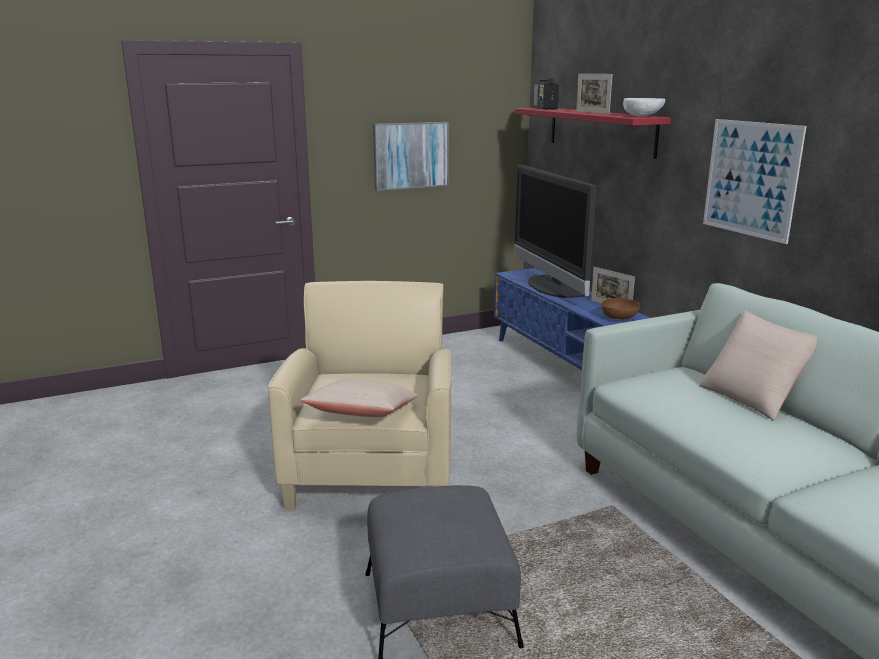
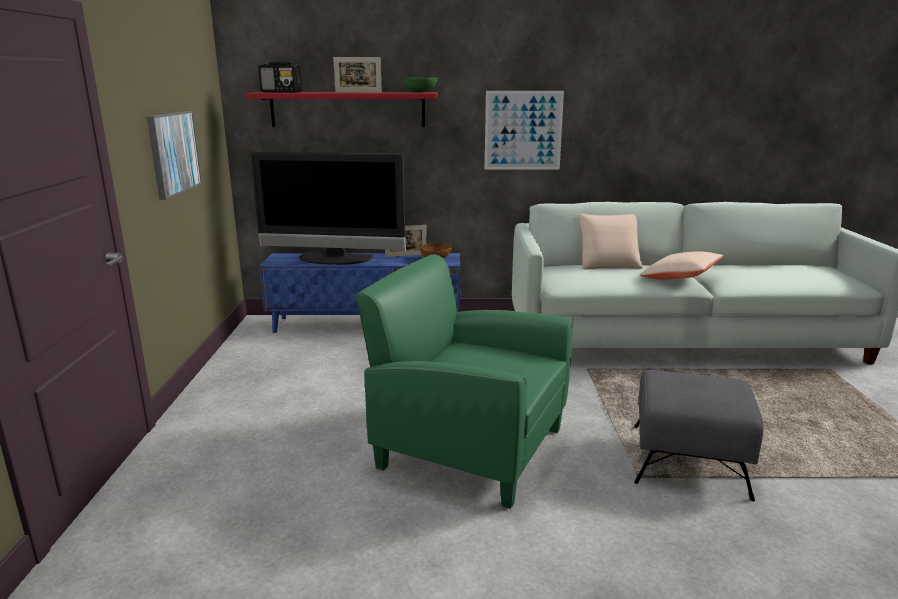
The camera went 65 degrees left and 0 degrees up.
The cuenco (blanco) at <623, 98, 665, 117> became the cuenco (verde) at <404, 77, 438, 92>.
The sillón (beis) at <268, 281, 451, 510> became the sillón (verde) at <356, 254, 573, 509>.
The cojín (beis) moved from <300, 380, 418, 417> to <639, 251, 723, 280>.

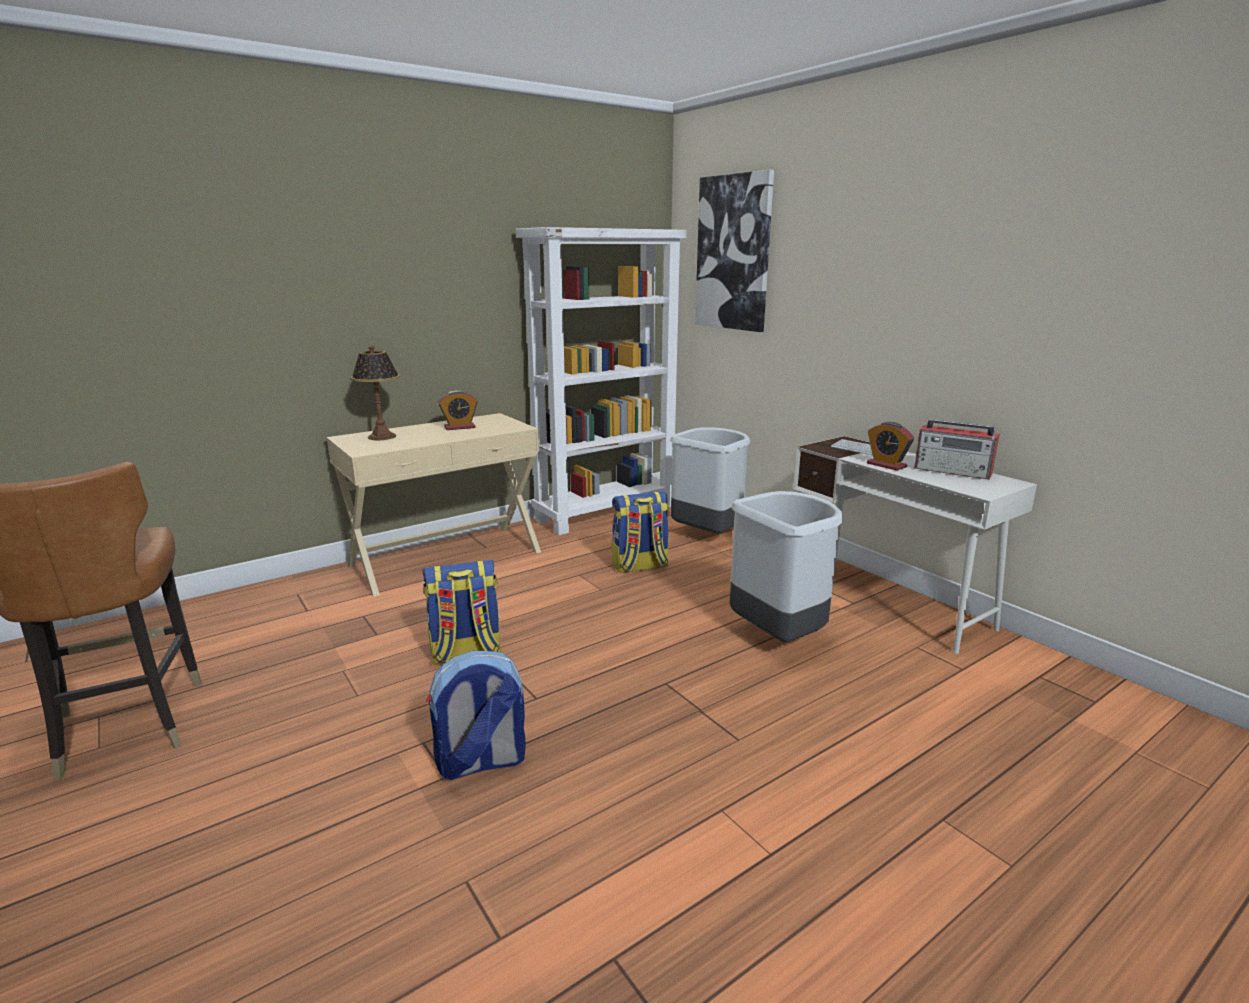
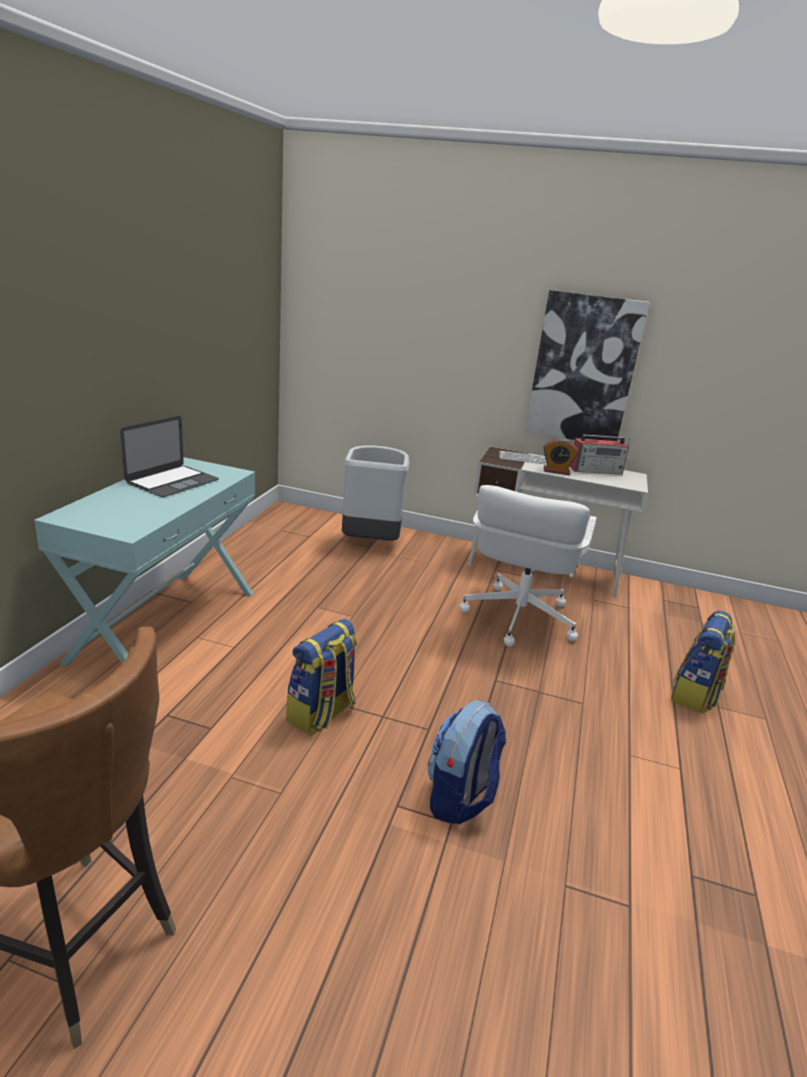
The camera went 40 degrees left and 5 degrees up.
The cuadro moved from <695, 170, 774, 332> to <525, 290, 650, 441>.
The estantería (blanco) at <515, 227, 687, 535> disappeared.
The lámpara de mesa at <350, 345, 400, 440> disappeared.
The despertador at <438, 390, 477, 430> was replaced by the portátil at <120, 416, 219, 497>.
The mesa consola (beis) at <326, 413, 541, 597> became the mesa consola (turquesa) at <34, 457, 255, 666>.
The mochila moved from <612, 491, 669, 573> to <671, 611, 735, 713>.
The papelera (gris) at <729, 491, 843, 642> was replaced by the silla de oficina (blanco) at <460, 485, 597, 647>.

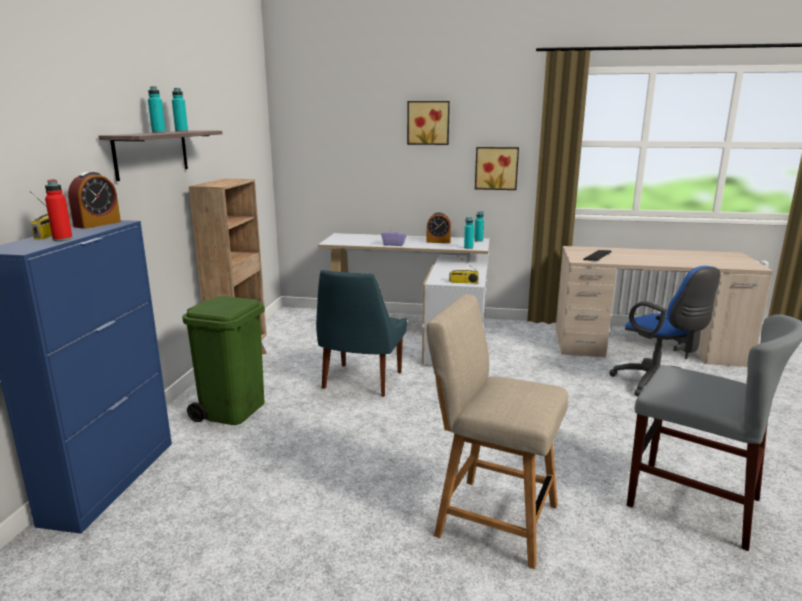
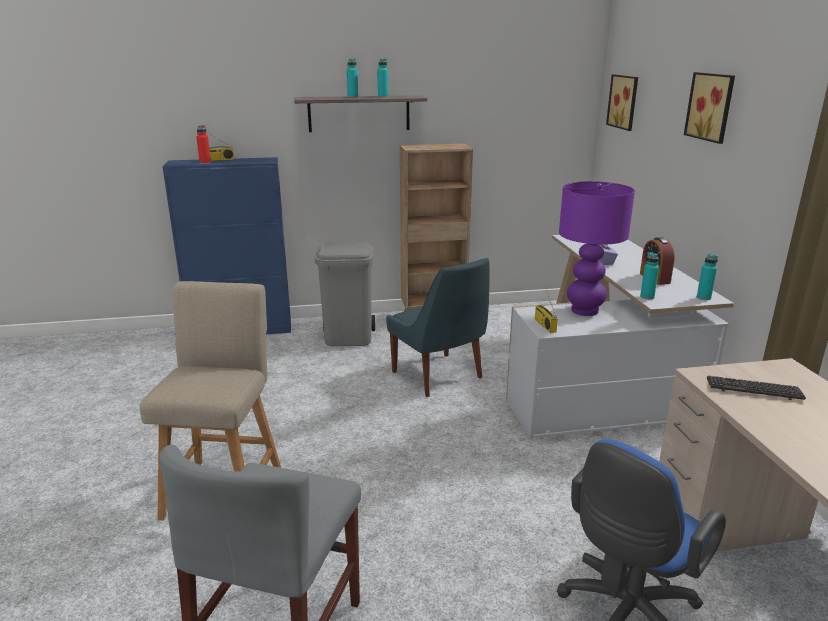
The camera went 70 degrees right and 5 degrees up.
The cuadro moved from <475, 147, 519, 190> to <606, 74, 638, 131>.
The despertador at <68, 172, 121, 229> disappeared.
The silla (azul) at <316, 270, 407, 397> turned 120 degrees counterclockwise.
The papelera (verde) at <182, 296, 265, 425> became the papelera (gris) at <315, 242, 375, 346>.
The lámpara de mesa (morado) at <559, 181, 635, 316> appeared.

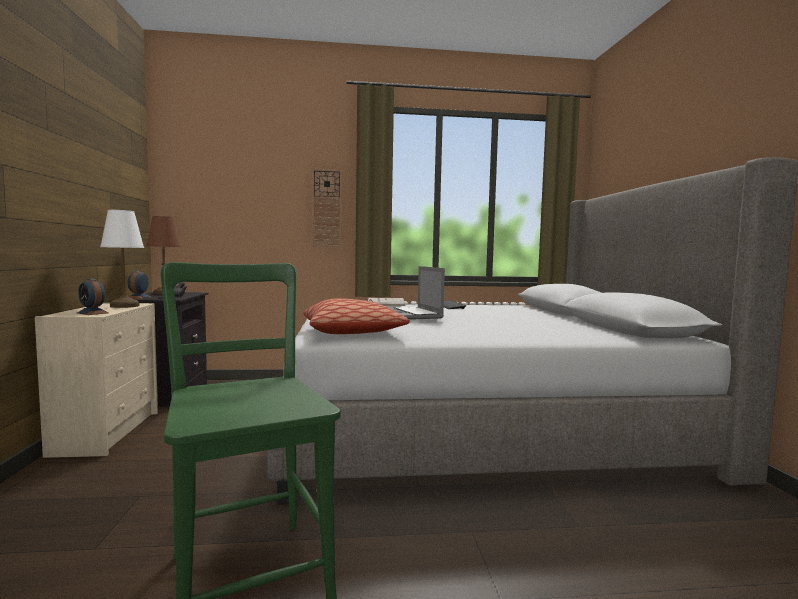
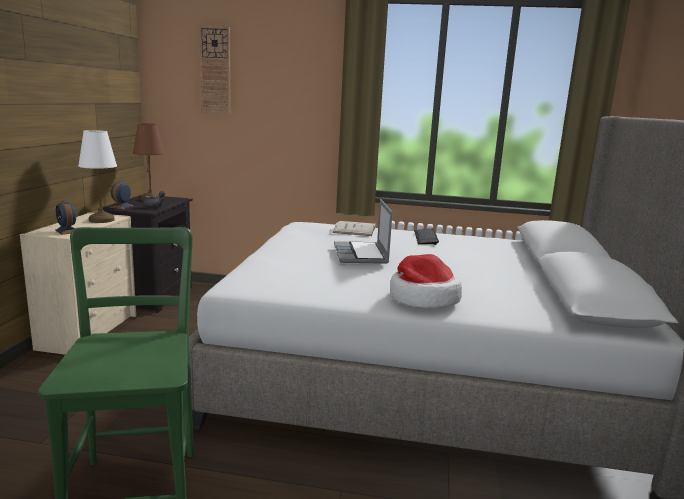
The camera went 15 degrees right and 10 degrees up.
The reloj de pared moved from <312, 169, 342, 247> to <199, 26, 231, 114>.
The cojín at <303, 298, 410, 334> disappeared.
The sombrero at <390, 254, 462, 308> appeared.

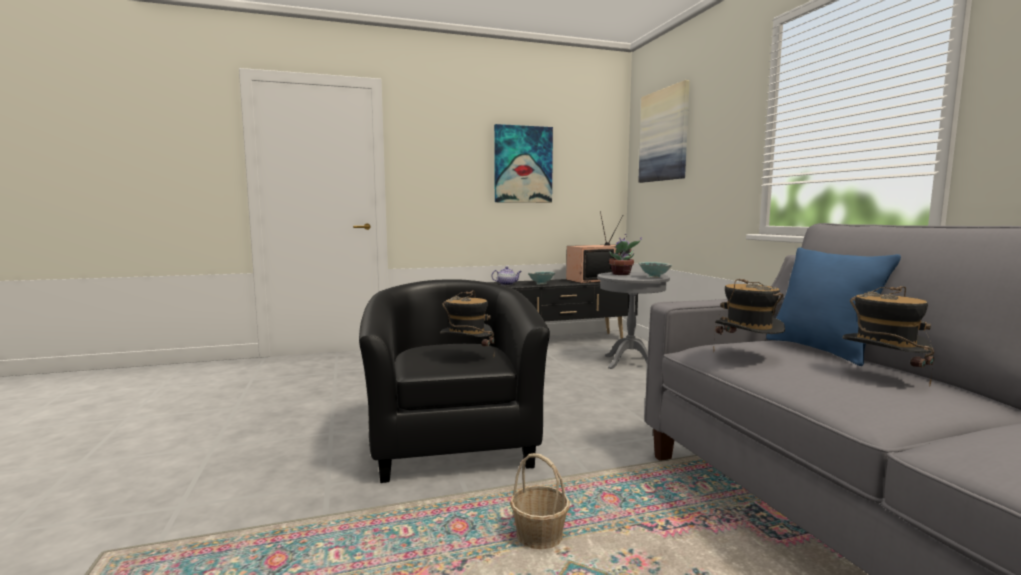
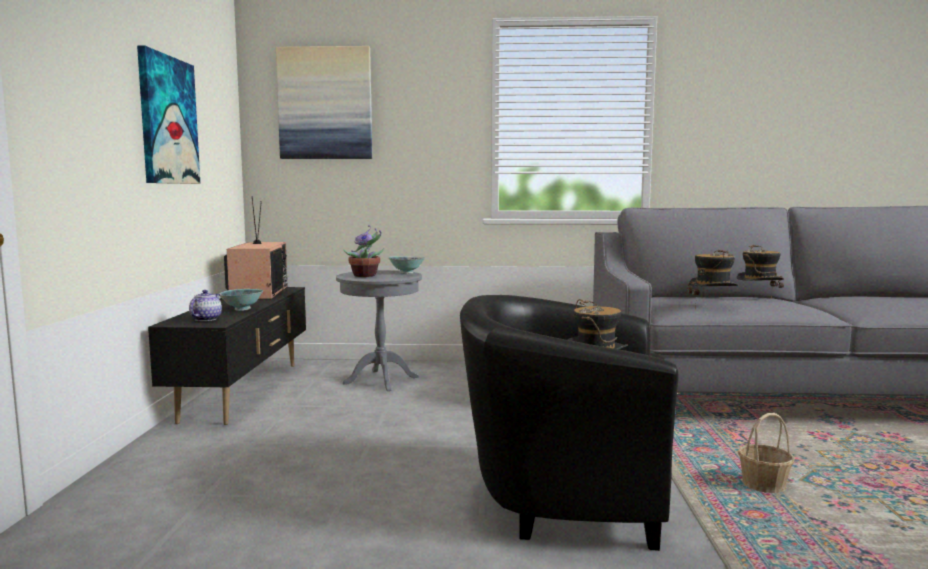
The camera went 70 degrees left and 0 degrees up.
The cojín (azul) at <766, 247, 901, 366> disappeared.

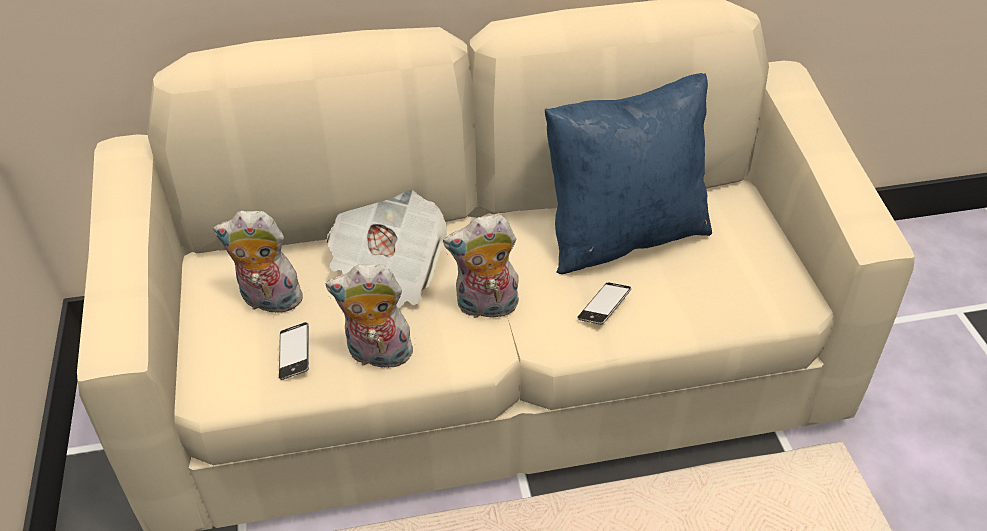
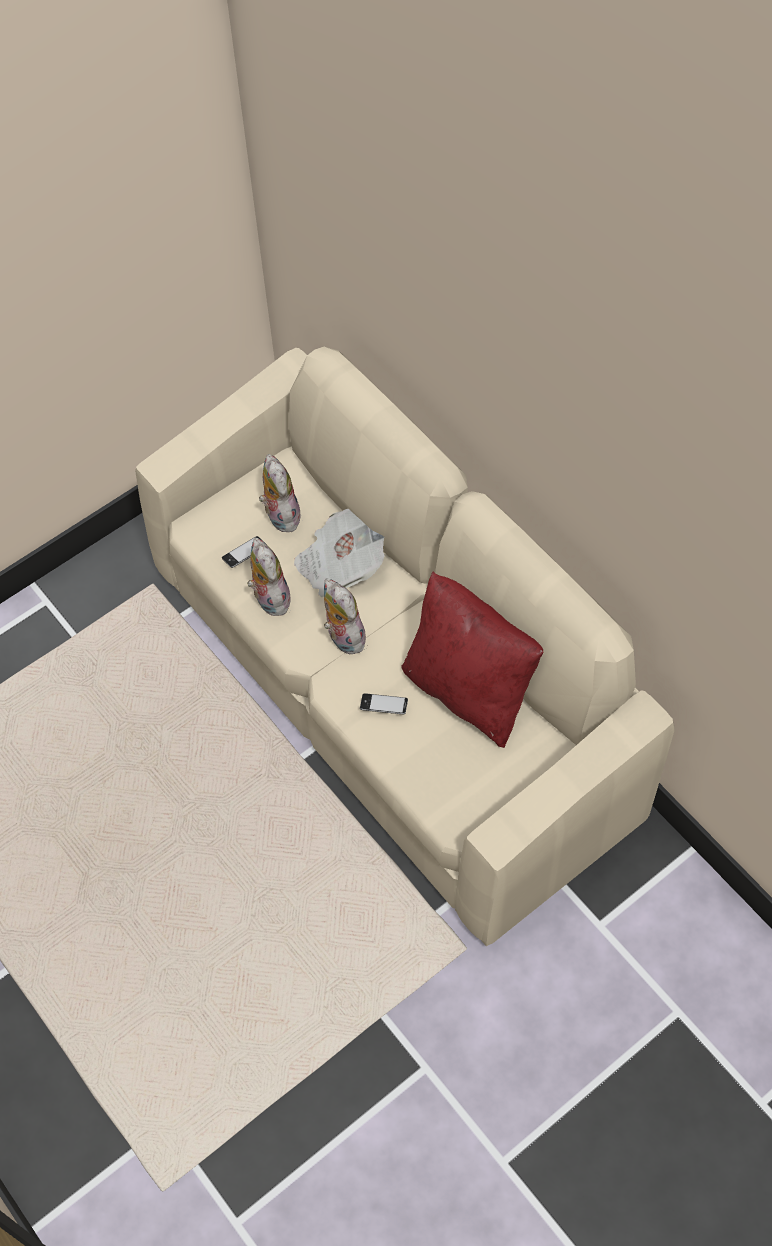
The camera went 65 degrees right and 15 degrees up.
The cojín (azul) at <545, 73, 712, 274> became the cojín (rojo) at <402, 572, 544, 748>.

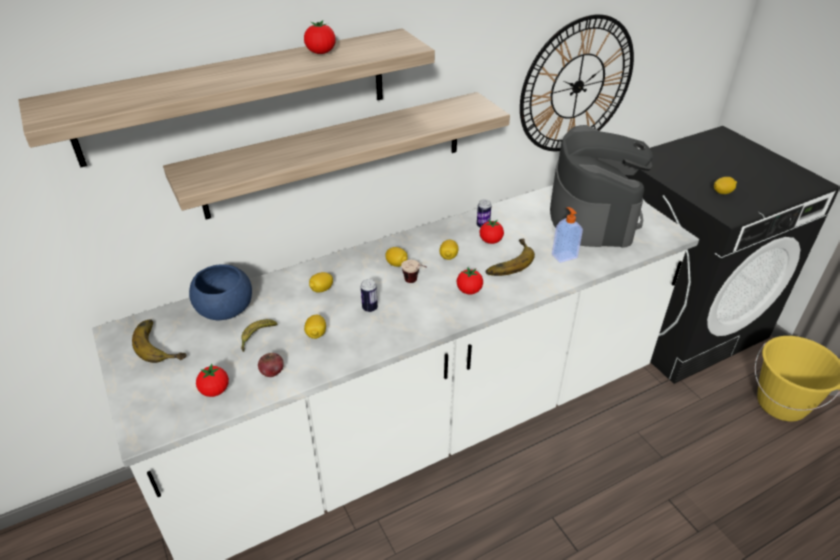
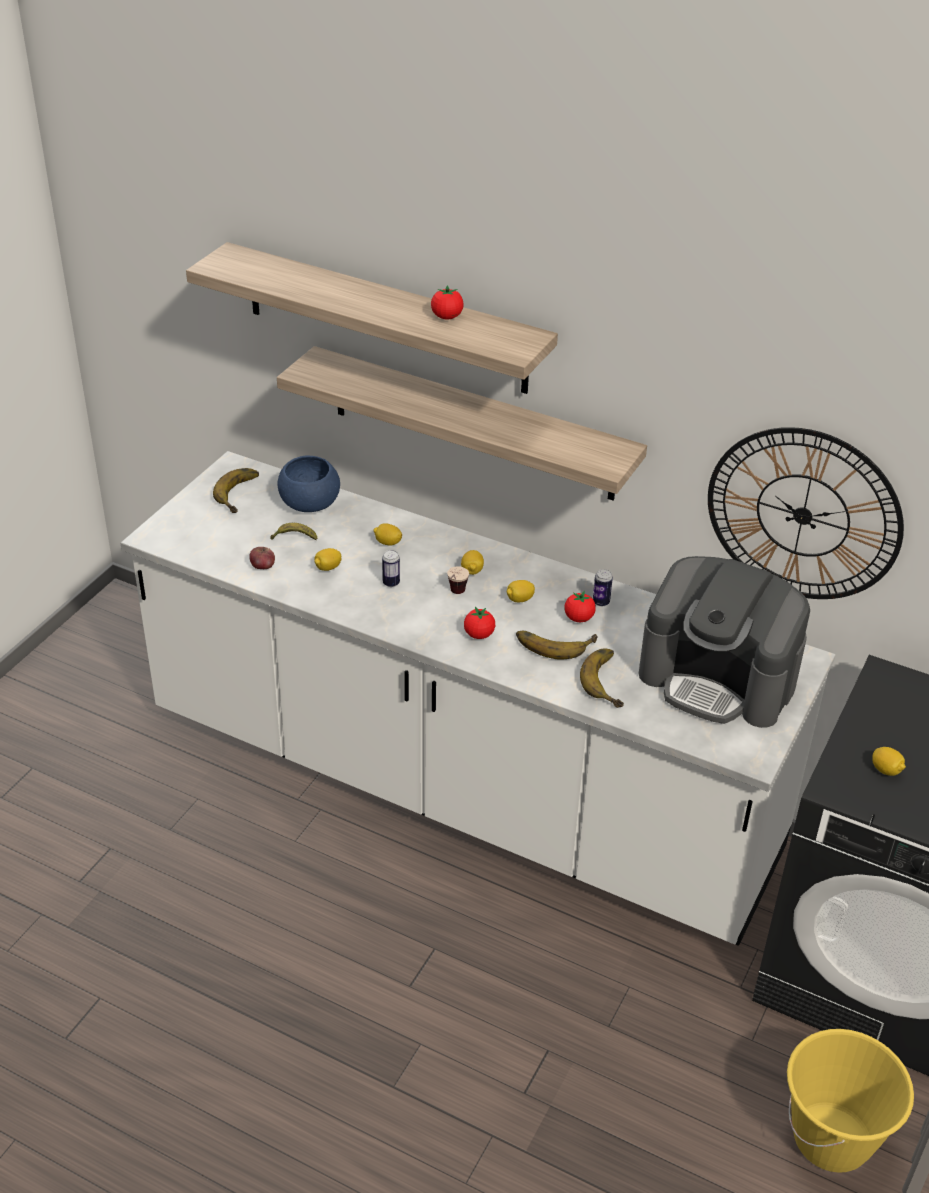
The camera went 55 degrees right and 0 degrees up.
The cafetera at <550, 125, 653, 248> turned 60 degrees clockwise.
The dispensador de jabón at <552, 207, 583, 263> was replaced by the plátano at <580, 648, 624, 708>.
The tomate at <196, 364, 229, 397> disappeared.

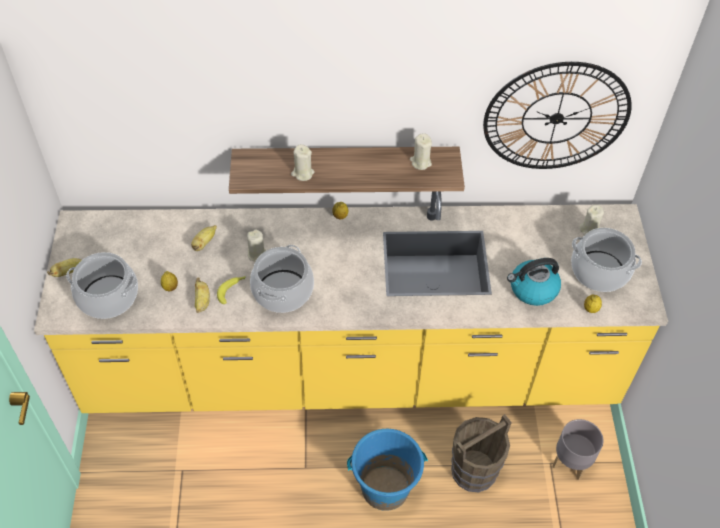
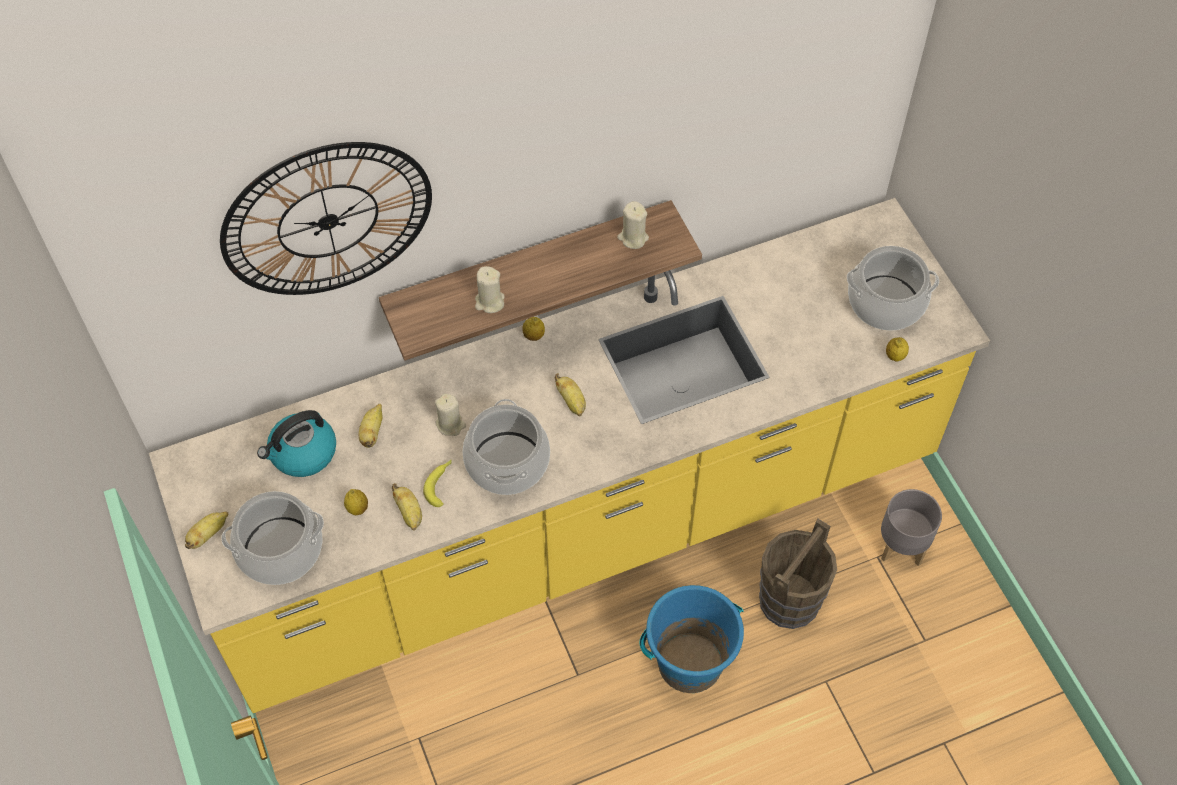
The camera went 20 degrees left and 5 degrees up.
The reloj de pared moved from <483, 62, 632, 169> to <220, 142, 432, 295>.
The vela (beis) at <579, 205, 604, 235> disappeared.
The hervidor moved from <507, 258, 561, 306> to <257, 410, 336, 477>.
The plátano at <554, 373, 586, 417> appeared.

